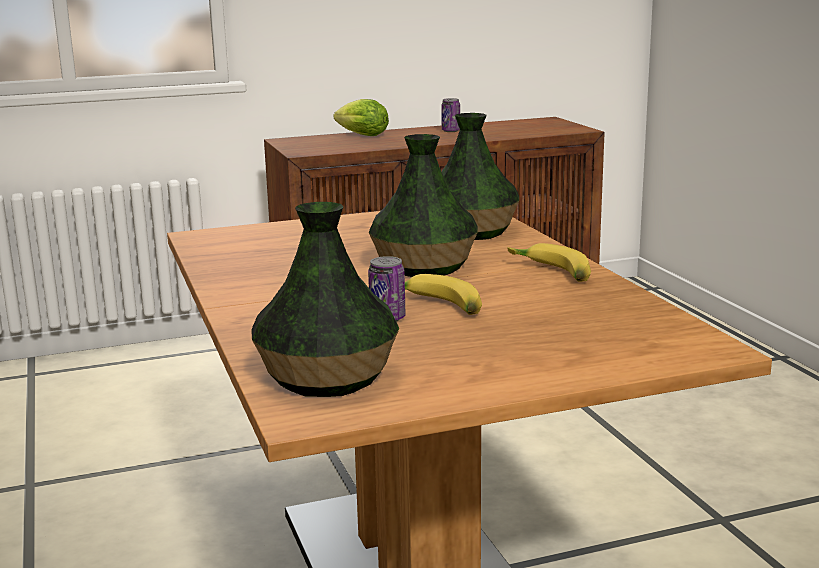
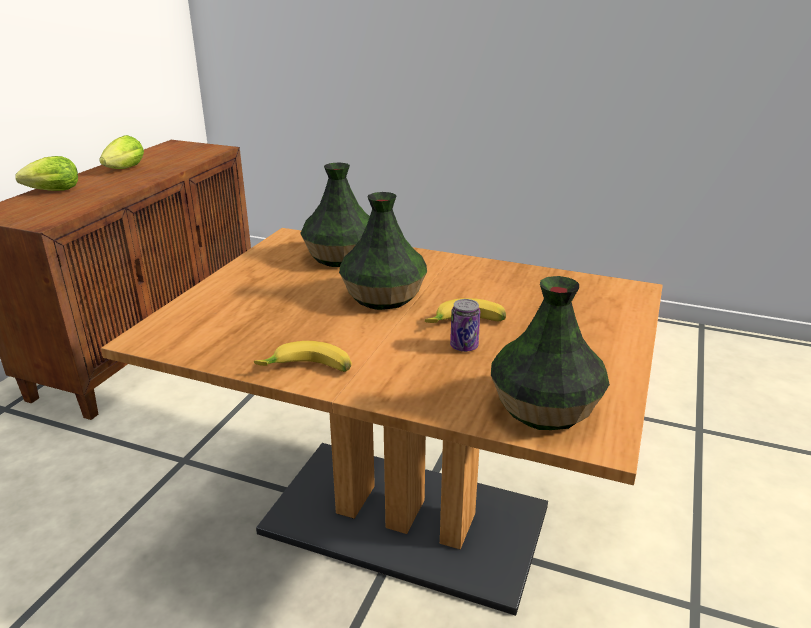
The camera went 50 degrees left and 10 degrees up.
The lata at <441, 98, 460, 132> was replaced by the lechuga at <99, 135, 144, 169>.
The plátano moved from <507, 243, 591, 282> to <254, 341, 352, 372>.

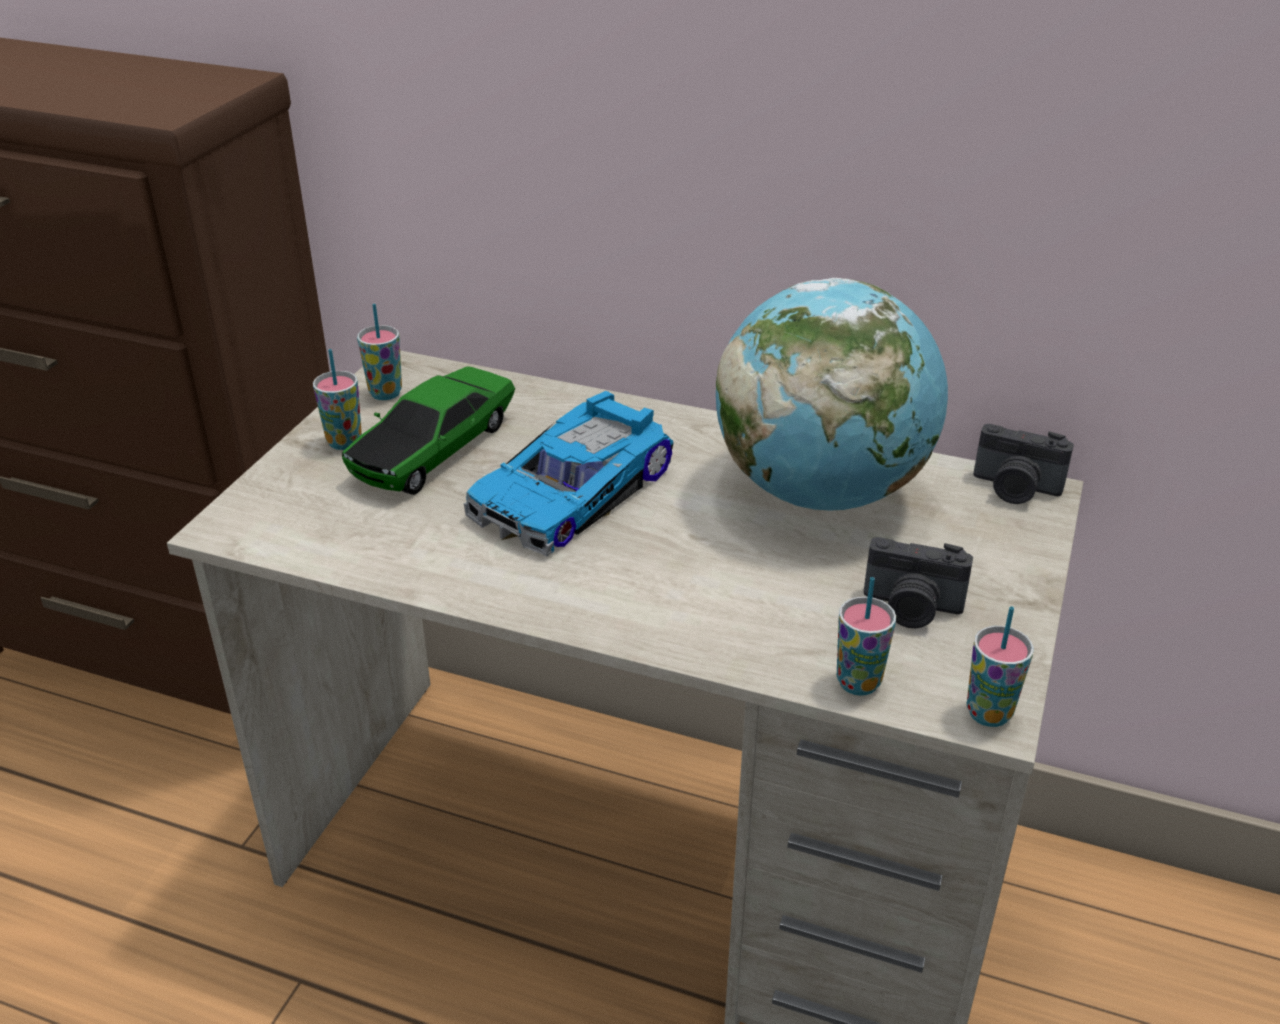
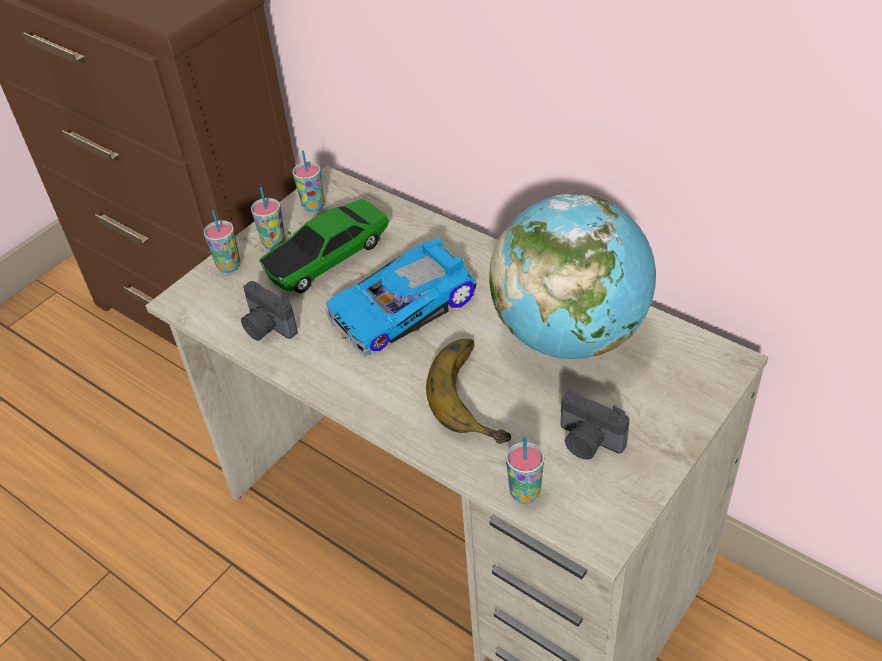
The camera went 20 degrees right and 10 degrees up.
The cámara moved from <973, 424, 1074, 504> to <241, 281, 298, 341>.
The taza moved from <966, 606, 1034, 727> to <204, 210, 240, 273>.
The plátano at <426, 339, 511, 444> appeared.

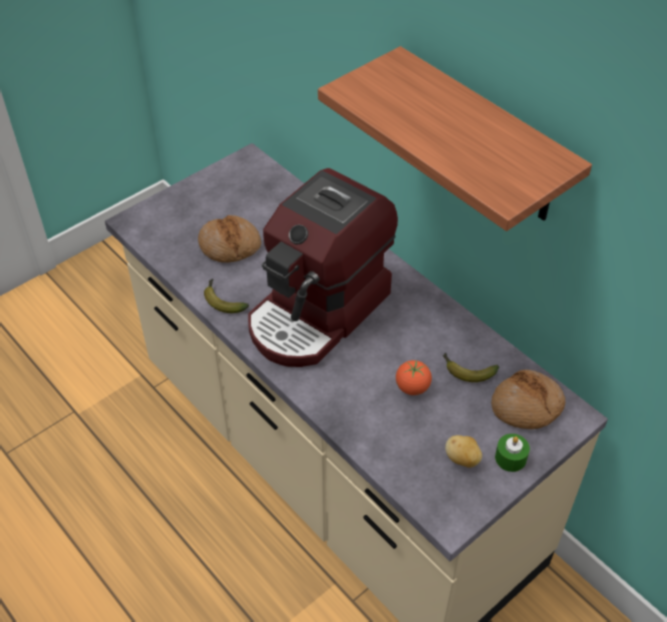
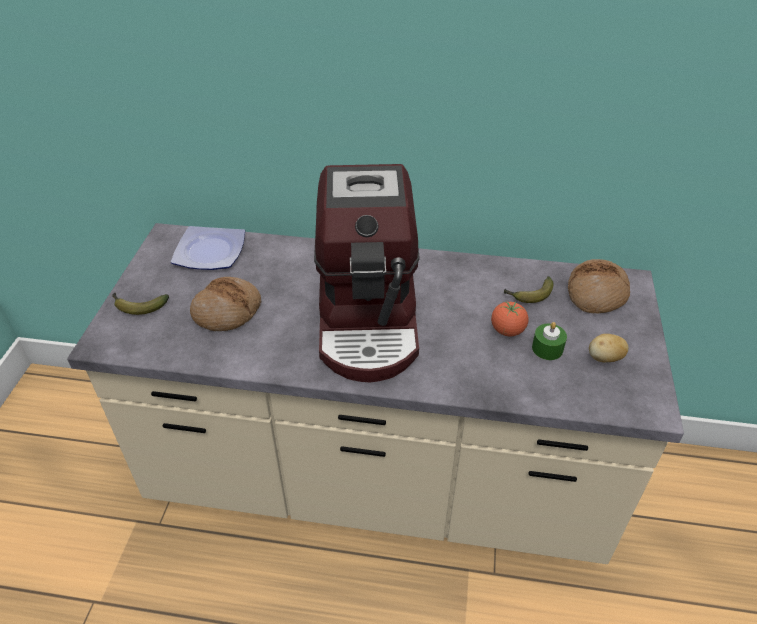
The camera went 40 degrees left and 5 degrees down.
The estante at <318, 46, 592, 231> disappeared.
The plátano moved from <204, 279, 249, 313> to <112, 293, 169, 315>.
The vela (verde) moved from <495, 434, 530, 472> to <532, 322, 567, 360>.
The plato at <171, 226, 245, 270> appeared.

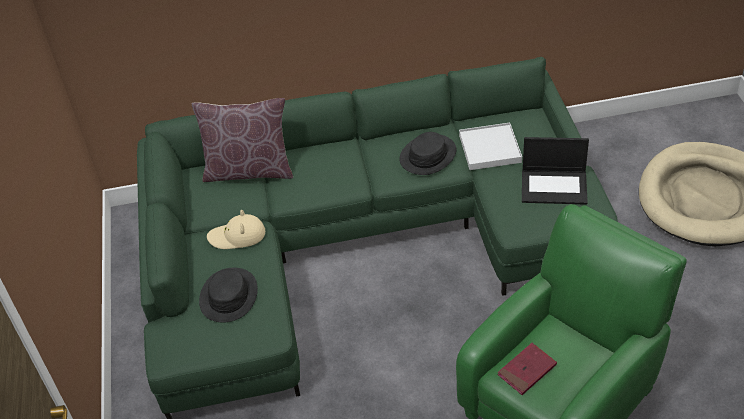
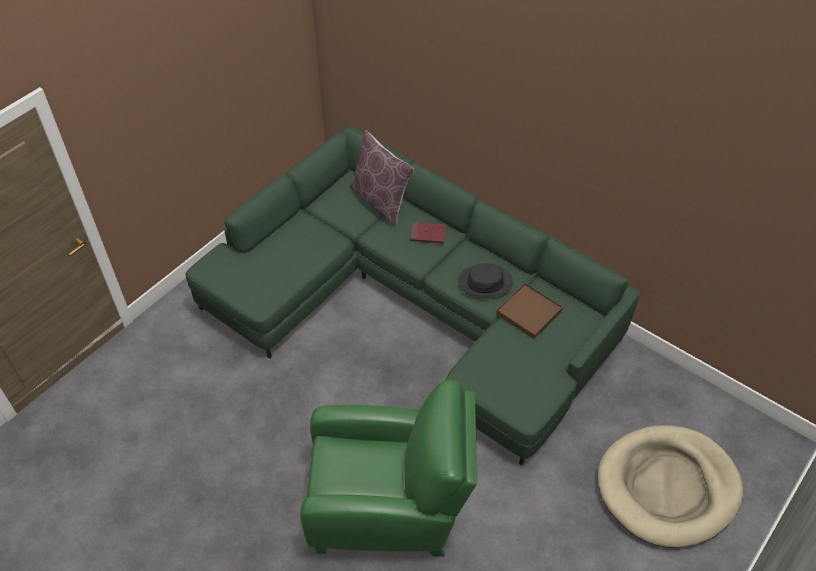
The camera went 45 degrees right and 5 degrees up.
The bandeja (blanco) at <459, 122, 522, 170> became the bandeja (marrón) at <496, 283, 563, 339>.
The portátil at <522, 137, 589, 205> disappeared.
The sombrero (beis) at <207, 210, 265, 249> disappeared.
The sombrero (negro) at <199, 268, 258, 323> disappeared.
The libro (rojo) moved from <497, 343, 557, 395> to <410, 222, 446, 244>.

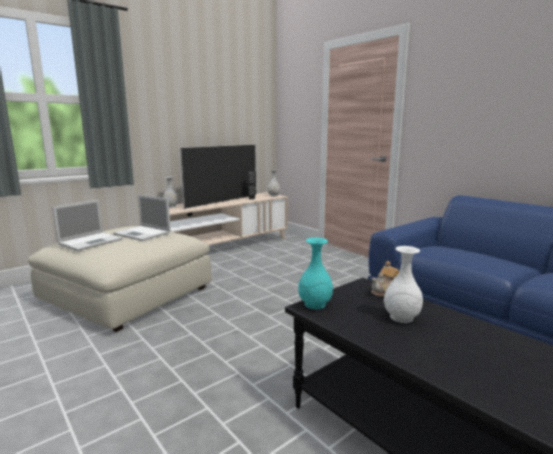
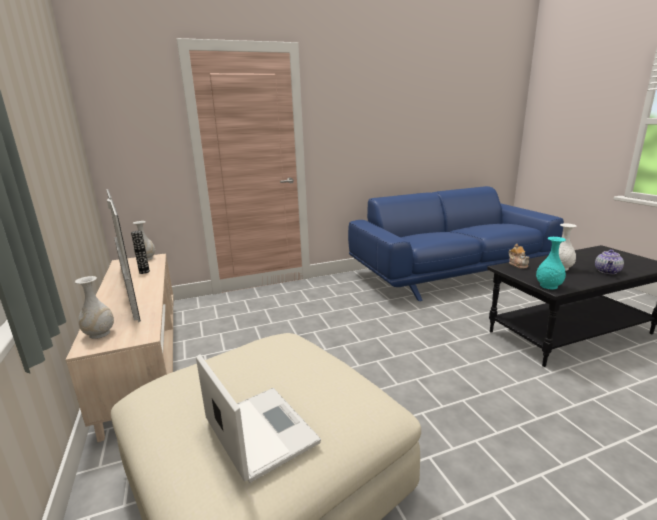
The camera went 70 degrees left and 5 degrees up.
The portátil at <113, 195, 171, 241> disappeared.
The tetera at <595, 250, 624, 274> appeared.

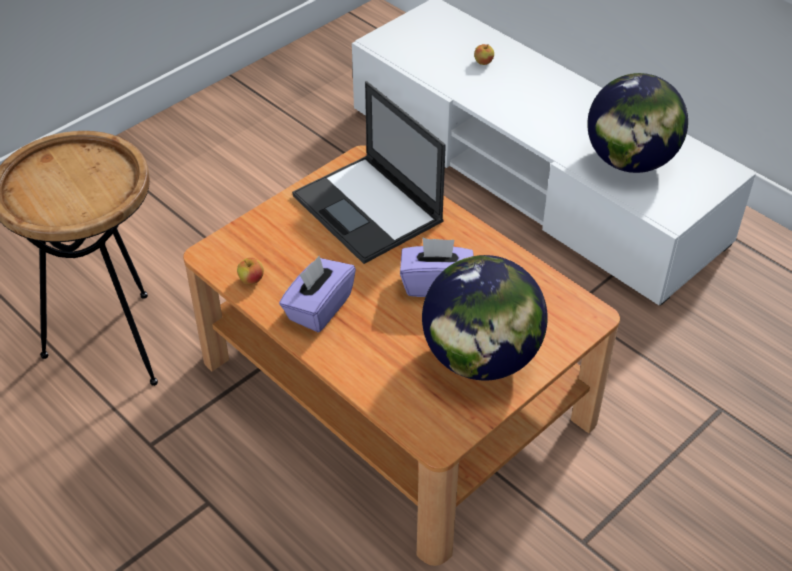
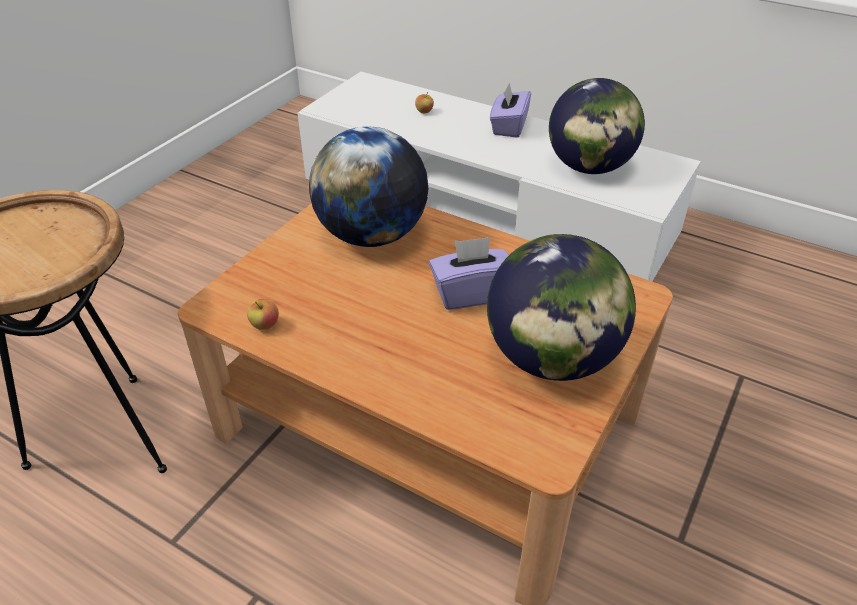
The camera went 15 degrees left and 5 degrees down.
The portátil at <292, 81, 446, 264> was replaced by the globo terráqueo at <309, 127, 428, 247>.
The caja de pañuelos (morado) moved from <279, 256, 356, 332> to <490, 83, 531, 138>.

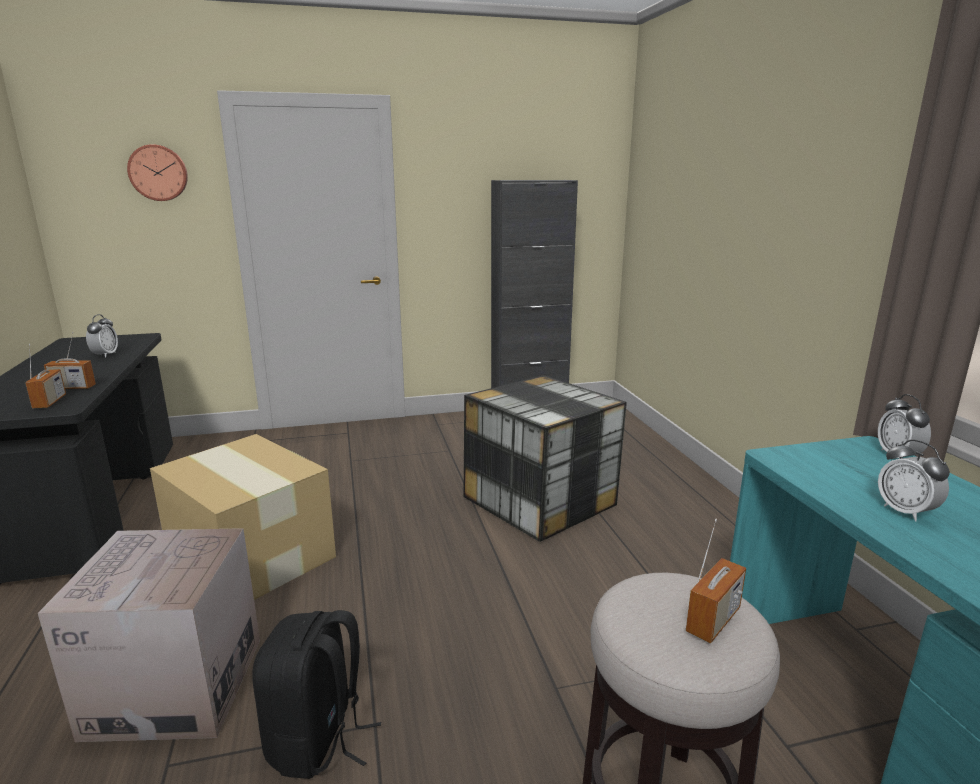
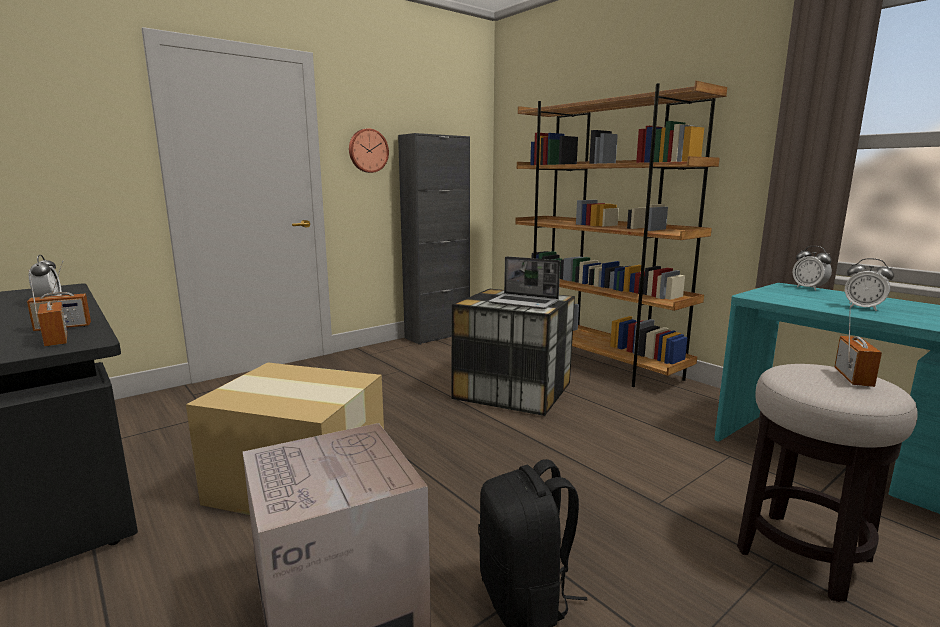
The camera went 25 degrees left and 5 degrees down.
The reloj de pared moved from <127, 144, 188, 201> to <349, 128, 389, 173>.
The estantería (marrón) at <515, 81, 727, 387> appeared.
The portátil at <489, 256, 560, 309> appeared.

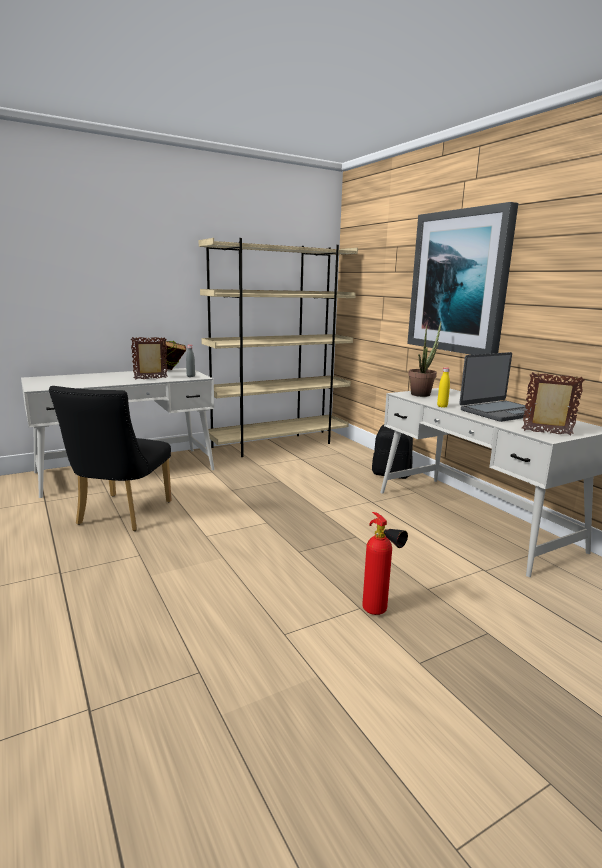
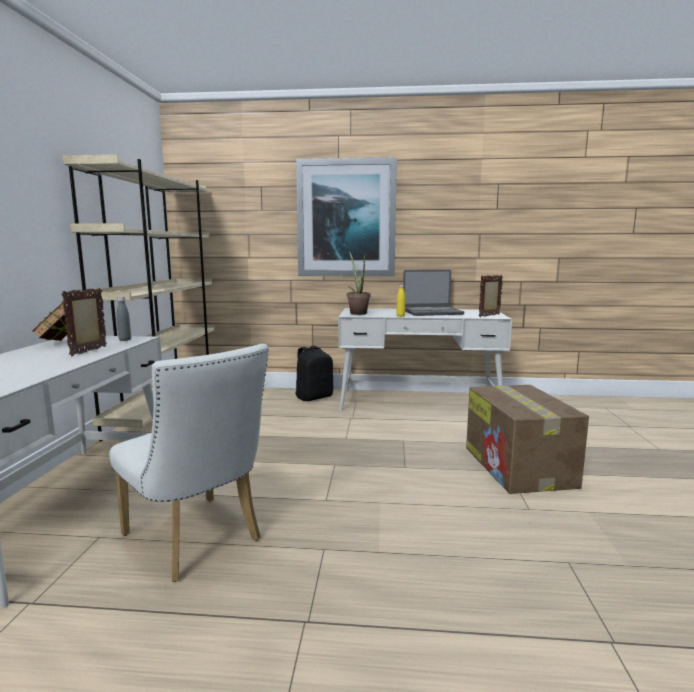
The camera went 55 degrees left and 5 degrees down.
The portátil at <459, 352, 531, 422> turned 75 degrees clockwise.
The silla (negro) at <49, 386, 171, 531> became the silla (blanco) at <109, 344, 269, 582>.
The extintor at <362, 512, 408, 615> was replaced by the caja de cartón at <466, 385, 589, 494>.

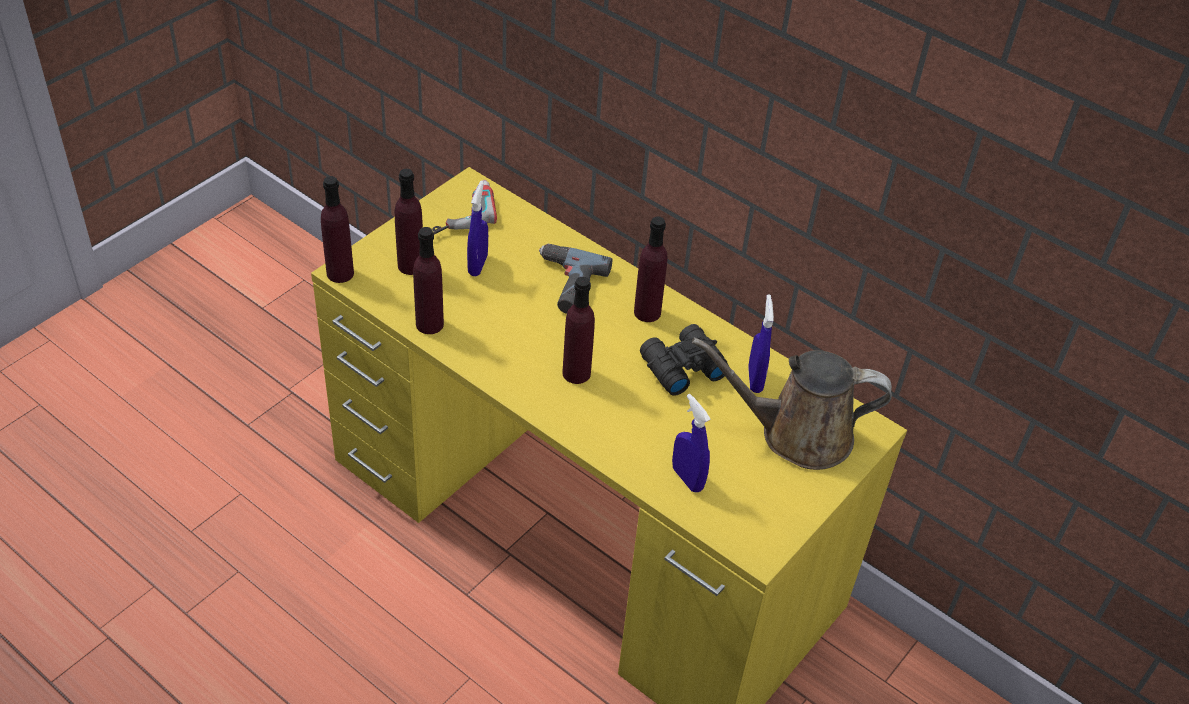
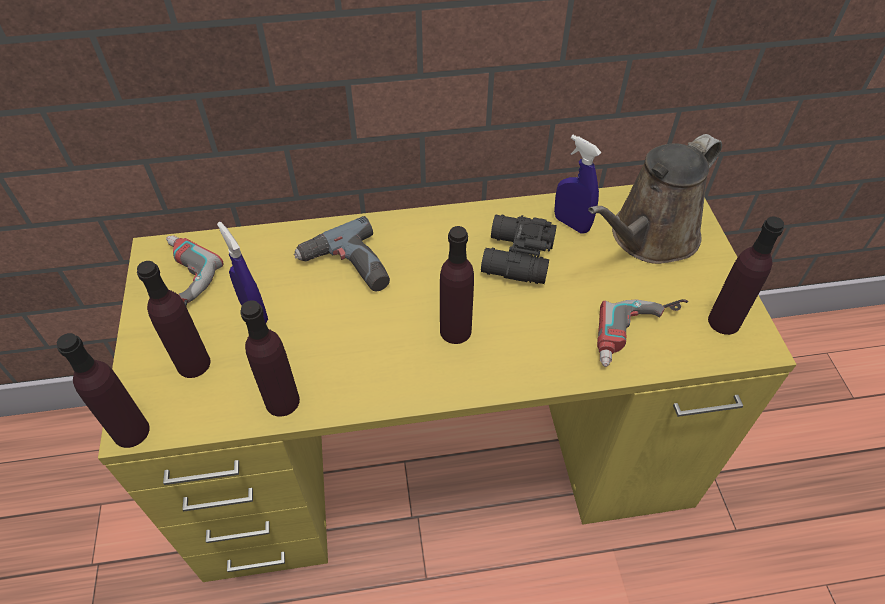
The camera went 45 degrees left and 5 degrees up.
The botella (morado) moved from <634, 216, 668, 322> to <708, 216, 784, 335>.
The pulverizador (azul) at <672, 394, 711, 492> was replaced by the taladro at <597, 299, 688, 367>.

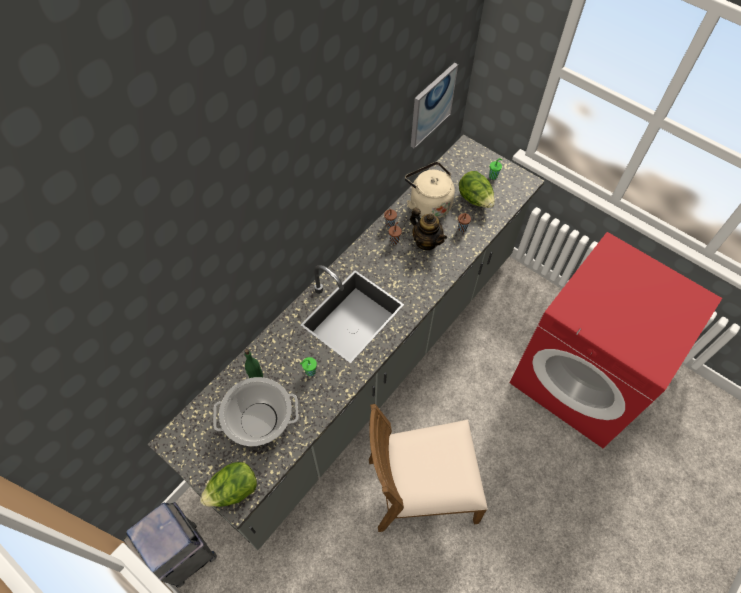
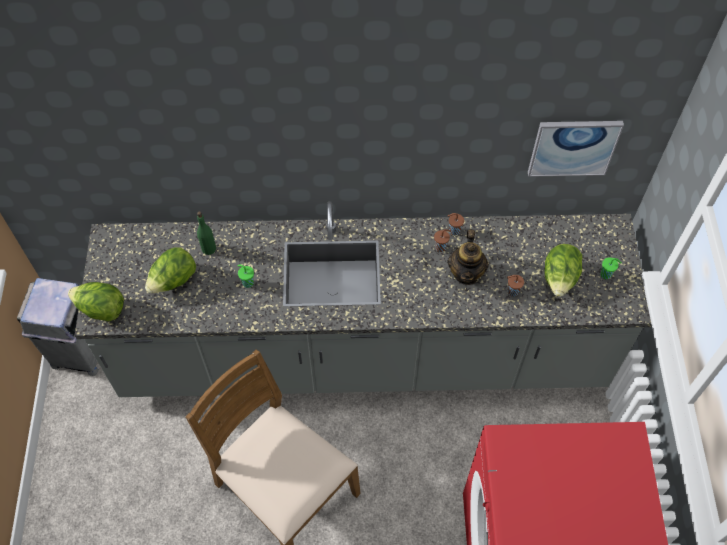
The camera went 50 degrees right and 0 degrees up.
The hervidor (beis) at <405, 162, 455, 218> disappeared.
The olla at <213, 377, 298, 446> was replaced by the lechuga at <145, 248, 196, 293>.

